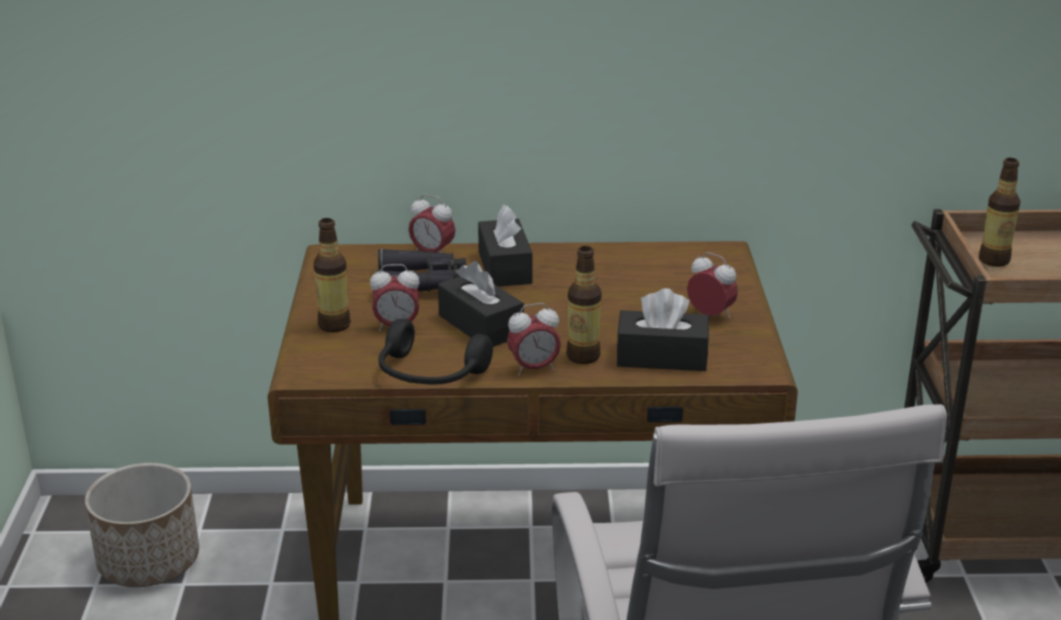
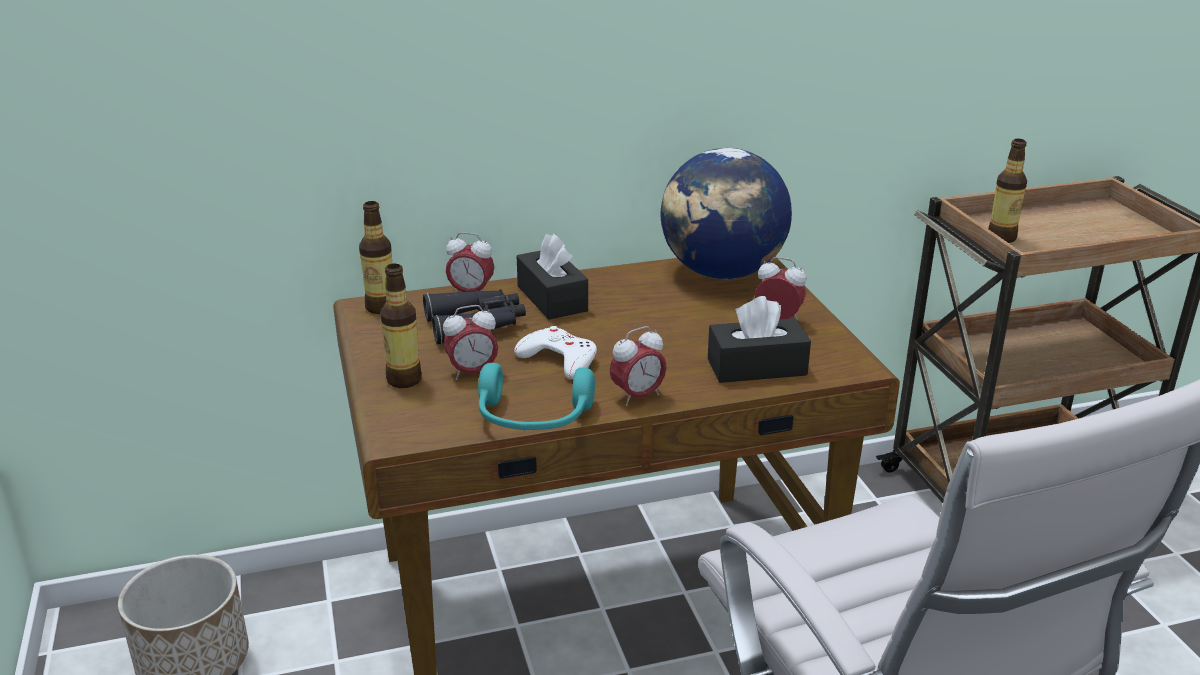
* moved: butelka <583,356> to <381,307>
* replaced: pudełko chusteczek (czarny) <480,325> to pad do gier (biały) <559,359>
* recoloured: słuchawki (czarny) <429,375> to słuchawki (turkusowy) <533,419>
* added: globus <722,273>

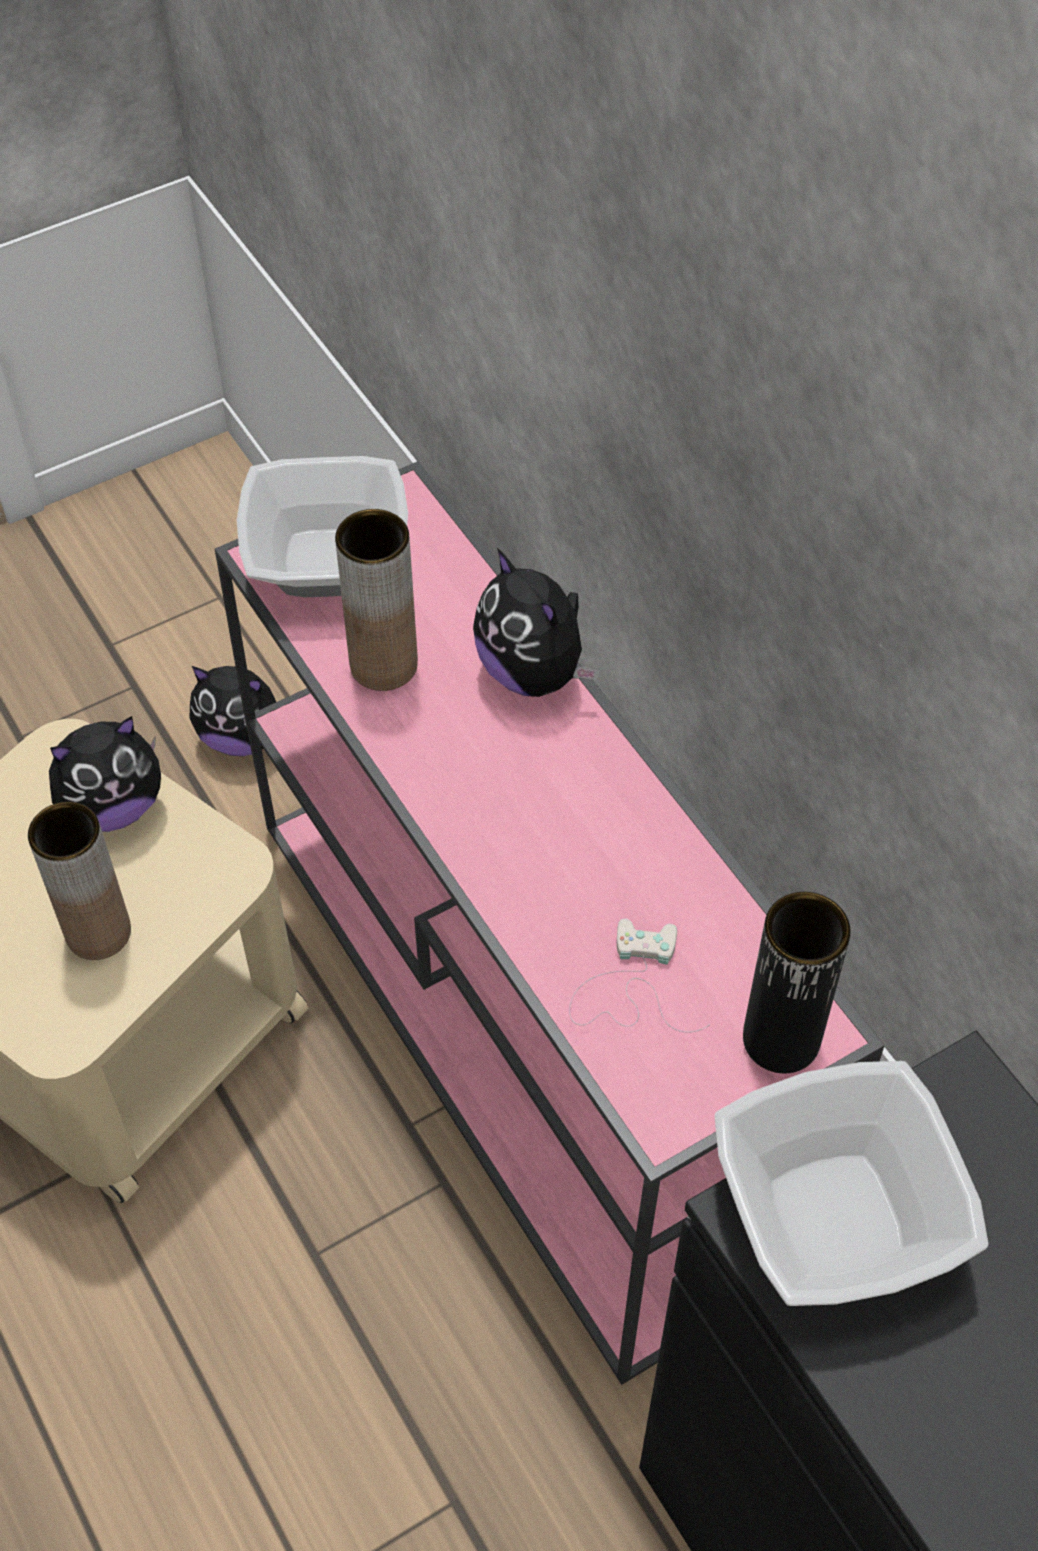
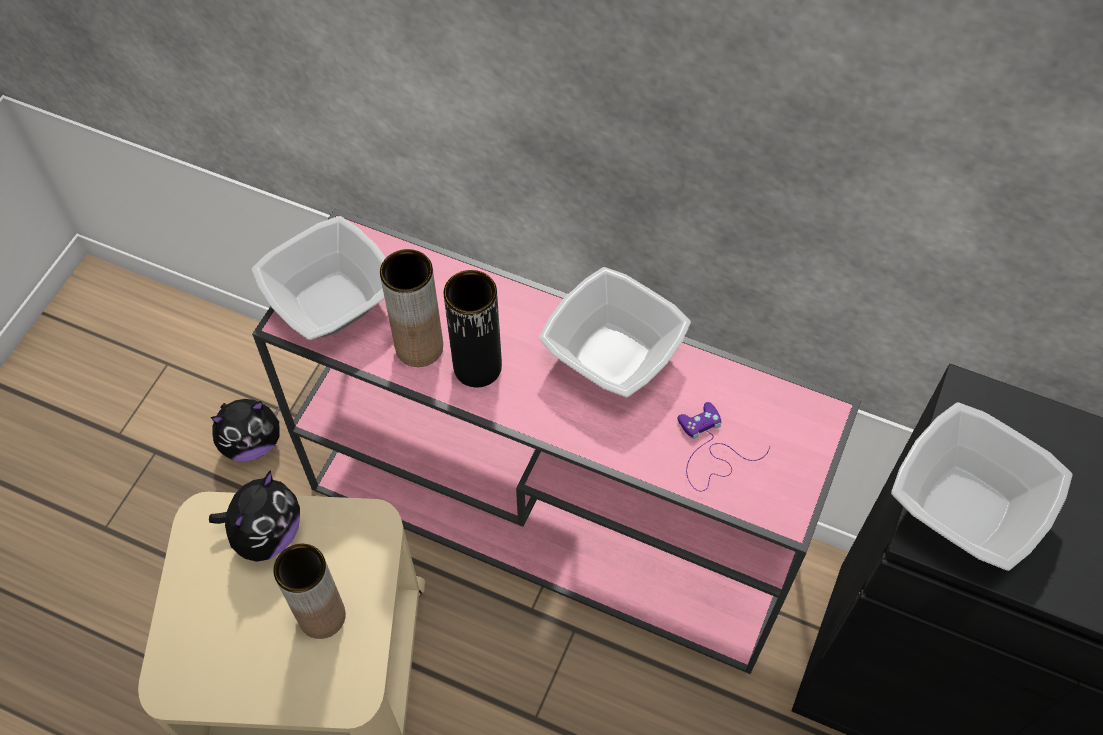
* removed: pluszak <534,672>
* moved: wazon (czarny) <781,1039> to <477,367>
* recoloured: pad do gier (biały) <631,986> to pad do gier (fioletowy) <711,451>
* added: miska <613,353>

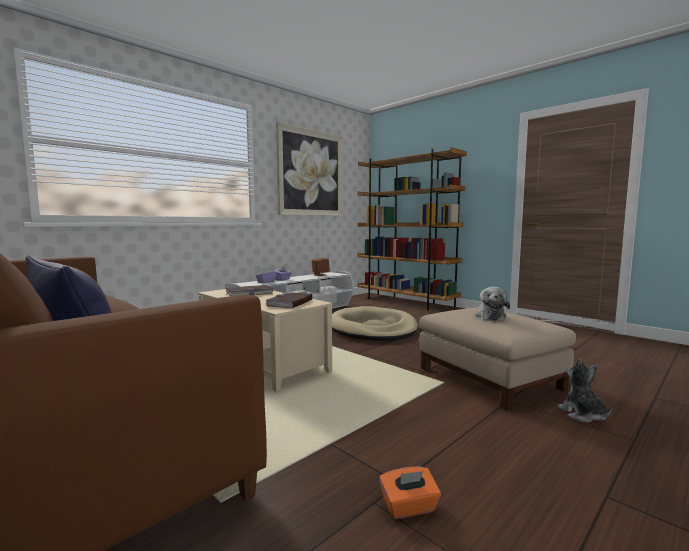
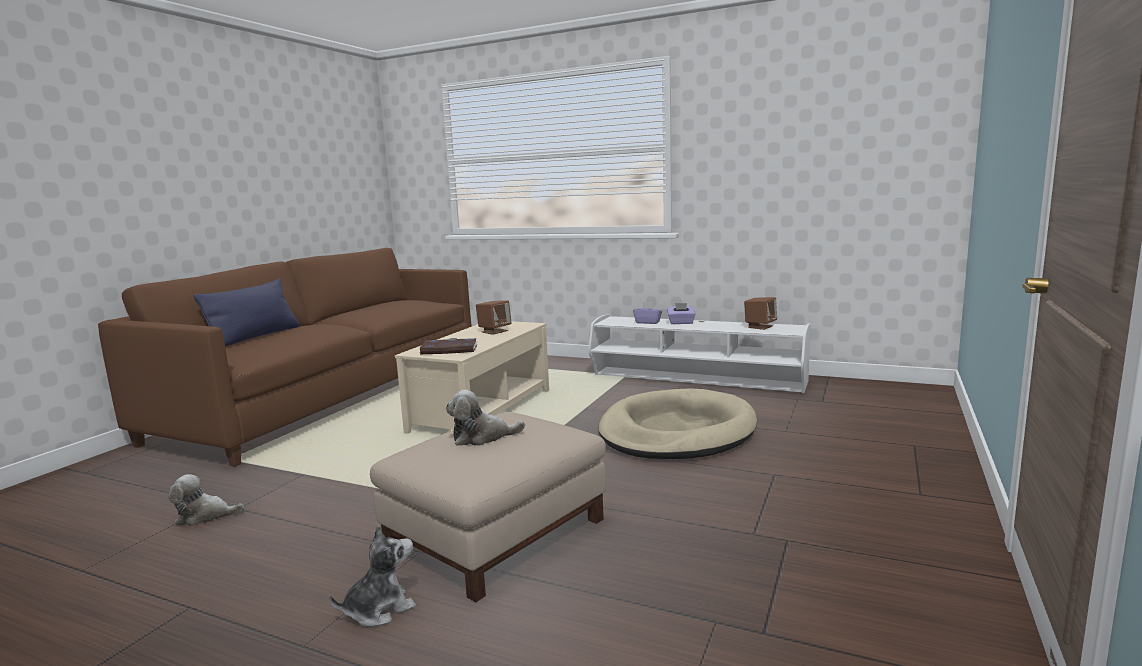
* removed: obraz <311,173>
* removed: regał (brązowy) <405,302>
* replaced: książka <249,293> to głośnik (brązowy) <494,331>
* replaced: pudełko chusteczek (pomarańczowy) <409,507> to pluszak <204,516>

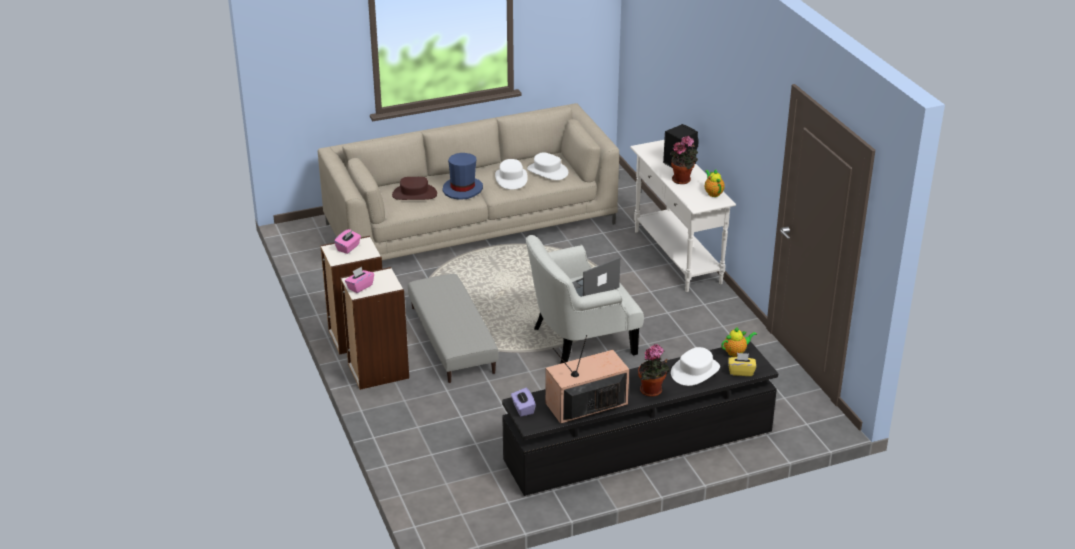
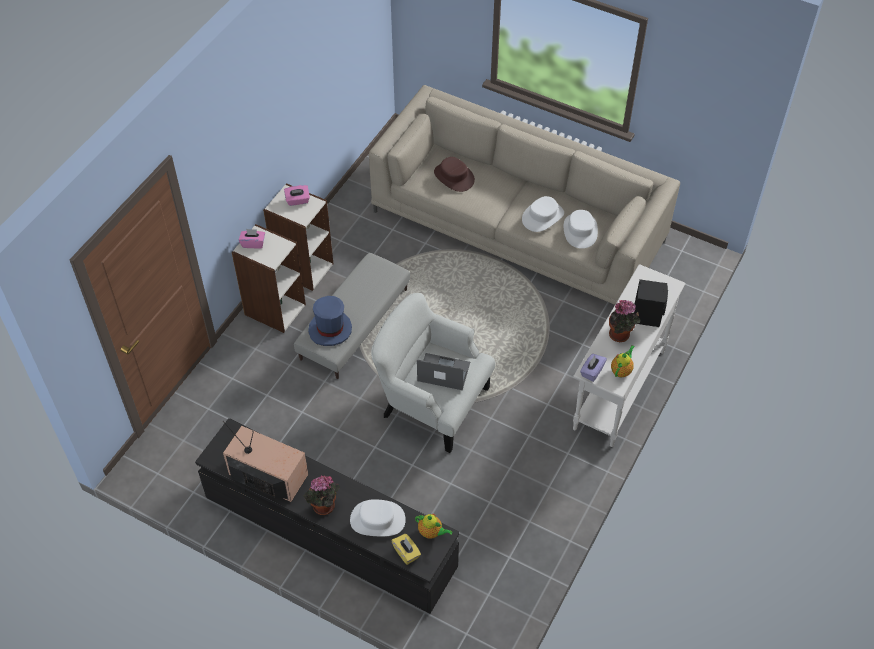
* moved: kapelusz (niebieski) <463,189> to <330,329>
* moved: pudełko chusteczek (fioletowy) <523,409> to <592,371>

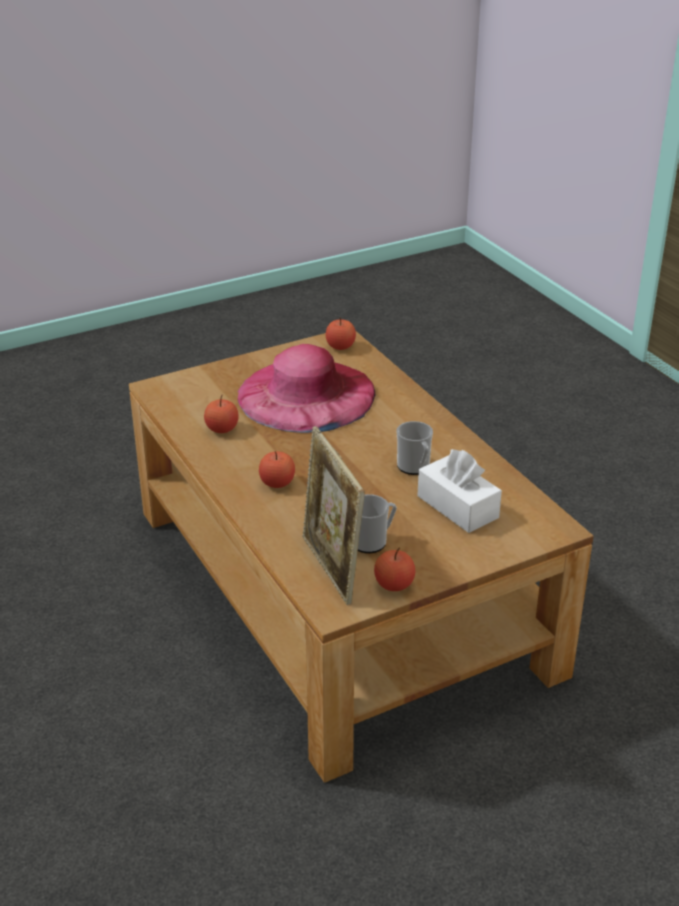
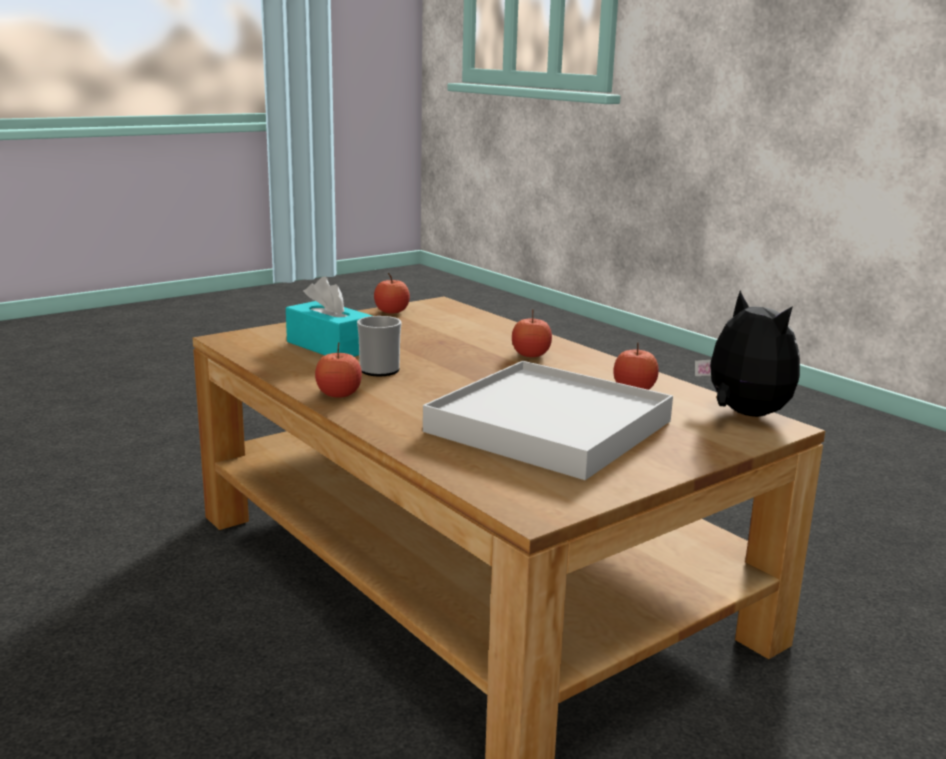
* moved: jabłko <340,346> to <339,394>
* replaced: kapelusz (różowy) <306,394> to taca (biały) <548,426>
* removed: ramka na zdjęcie <331,569>
* recoloured: pudełko chusteczek (biały) <457,507> to pudełko chusteczek (turkusowy) <329,346>
* removed: kubek <372,541>
* added: pluszak <743,414>

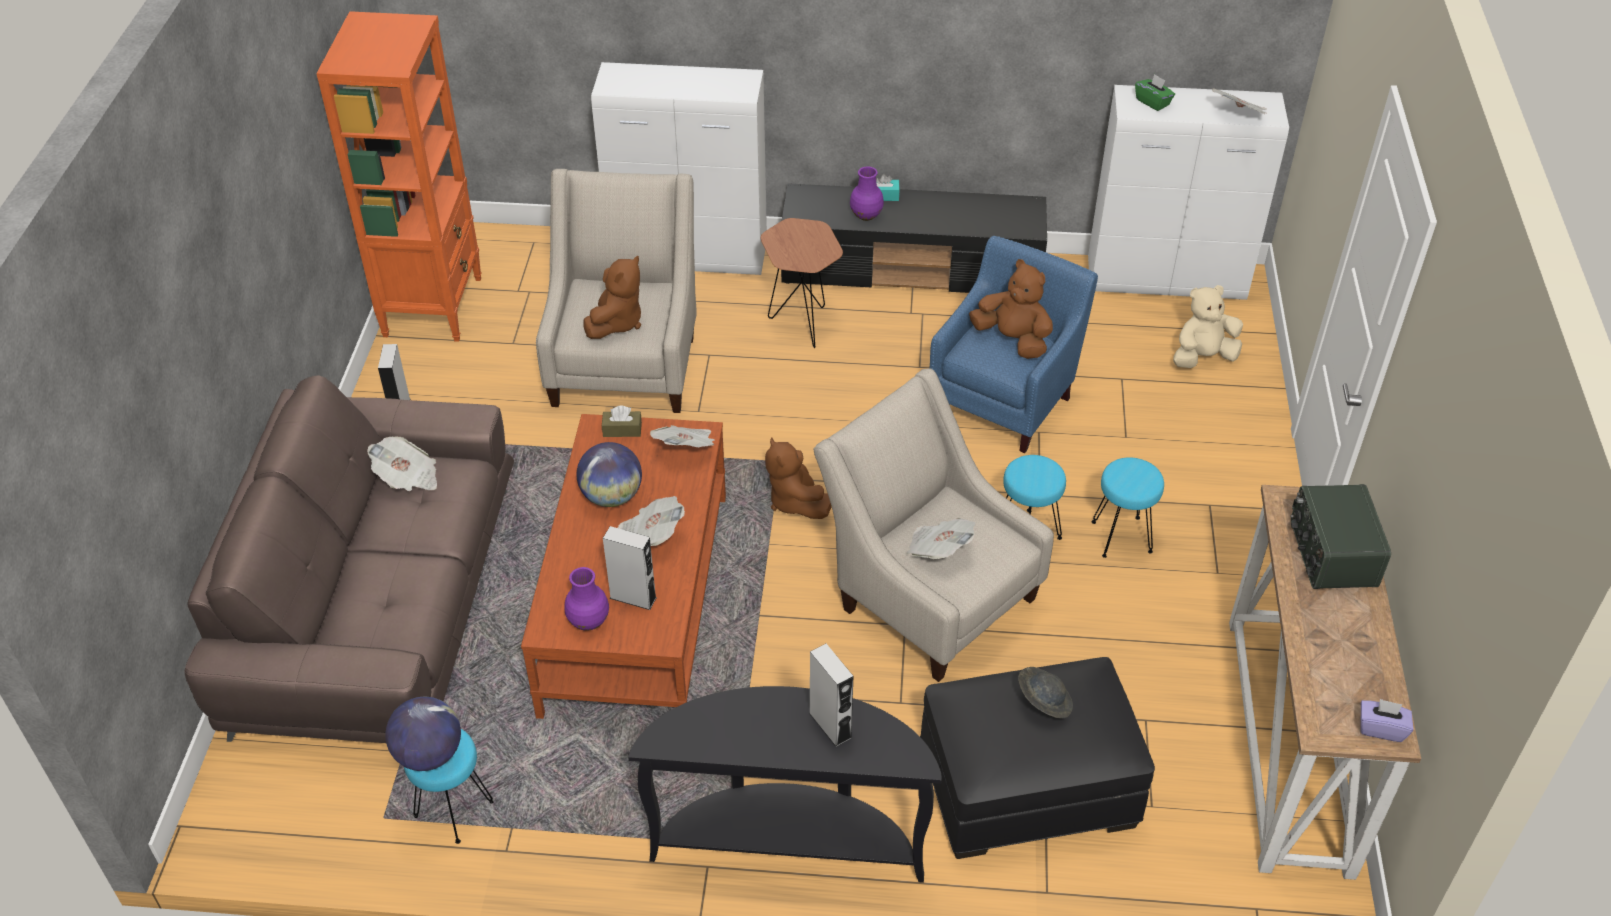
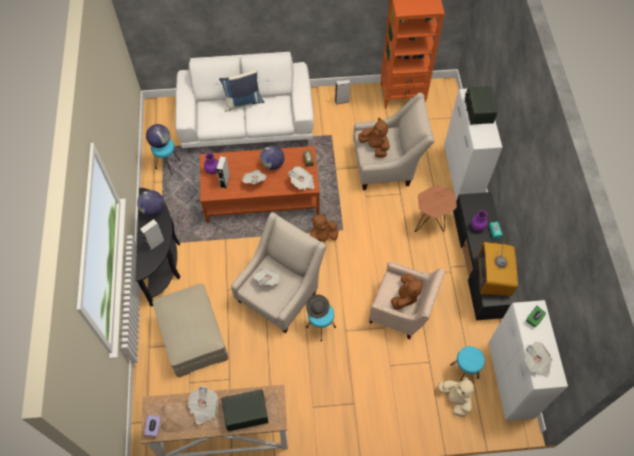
* recoloured: fotel (niebieski) <1005,399> to fotel (beżowy) <401,312>
* turned: pluszak (brązowy) <617,322> = <375,147> 150 degrees counterclockwise
* recoloured: kanapa (brązowy) <377,607> to kanapa (biały) <247,121>
* moved: gazeta <408,478> to <204,408>
* moved: stołek (turkusowy) <1121,538> to <464,371>
* recoloured: pufa (czarny) <1025,787> to pufa (beżowy) <193,336>
* moved: kapelusz (szary) <1043,701> to <318,308>
* added: poduszka (niebieski) <243,102>
* added: radio <478,111>
* added: globus <153,210>
* added: telewizor <493,277>

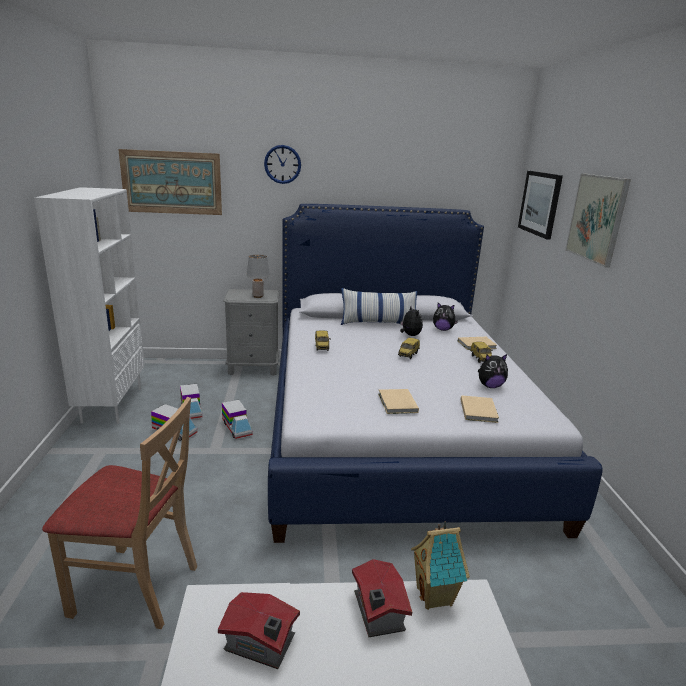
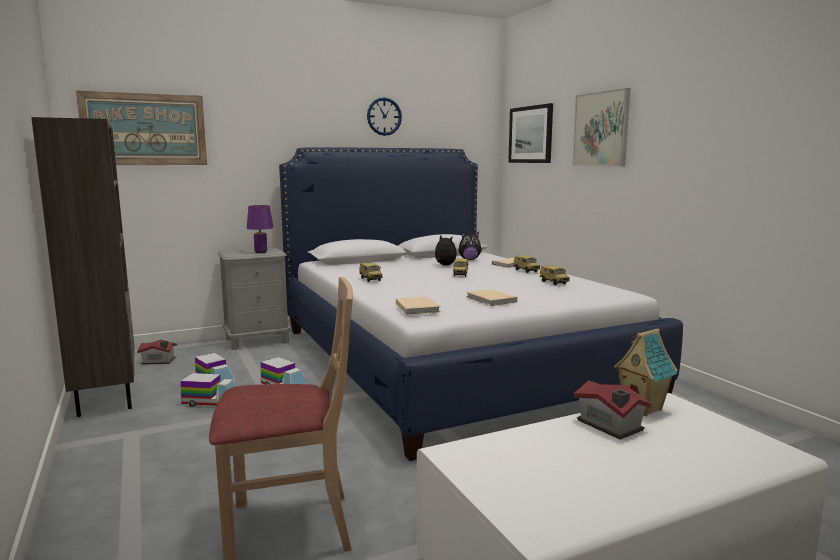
* moved: zegar ścienny <282,164> to <384,116>
* recoloured: regał (biały) <111,404> to regał (brązowy) <105,395>
* recoloured: lampa stołowa (szary) <258,296> to lampa stołowa (fioletowy) <261,252>
* removed: poduszka <378,323>
* replaced: pluszak <490,386> to samochodzik <554,283>
* moved: książka (beżowy) <479,410> to <417,307>
* moved: domek <260,645> to <159,361>

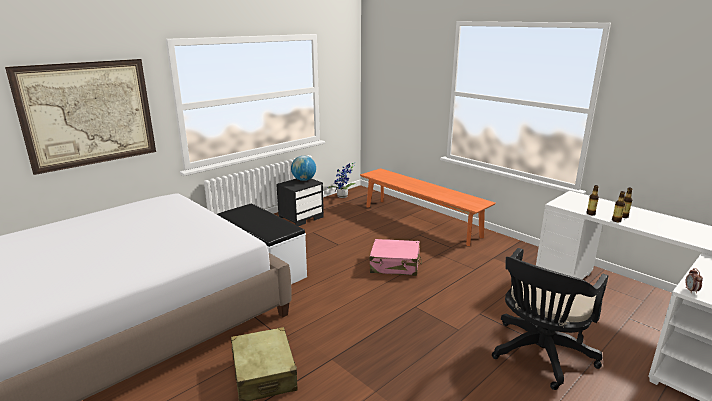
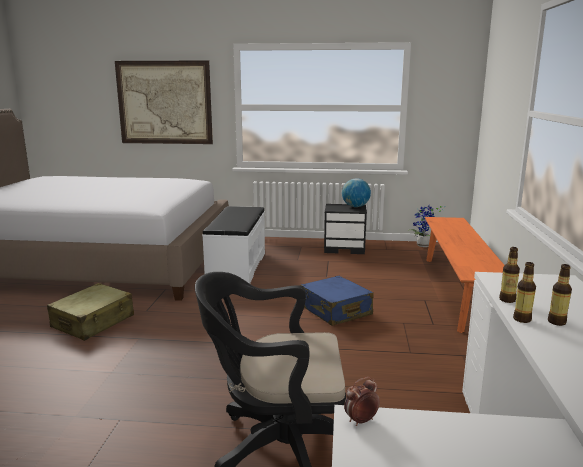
* recoloured: walizka (różowy) <395,265> to walizka (niebieski) <335,311>

